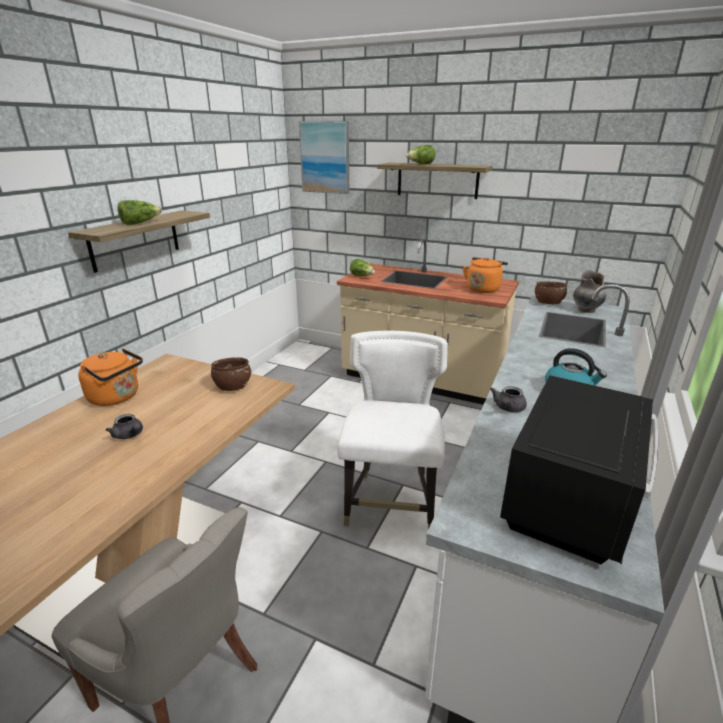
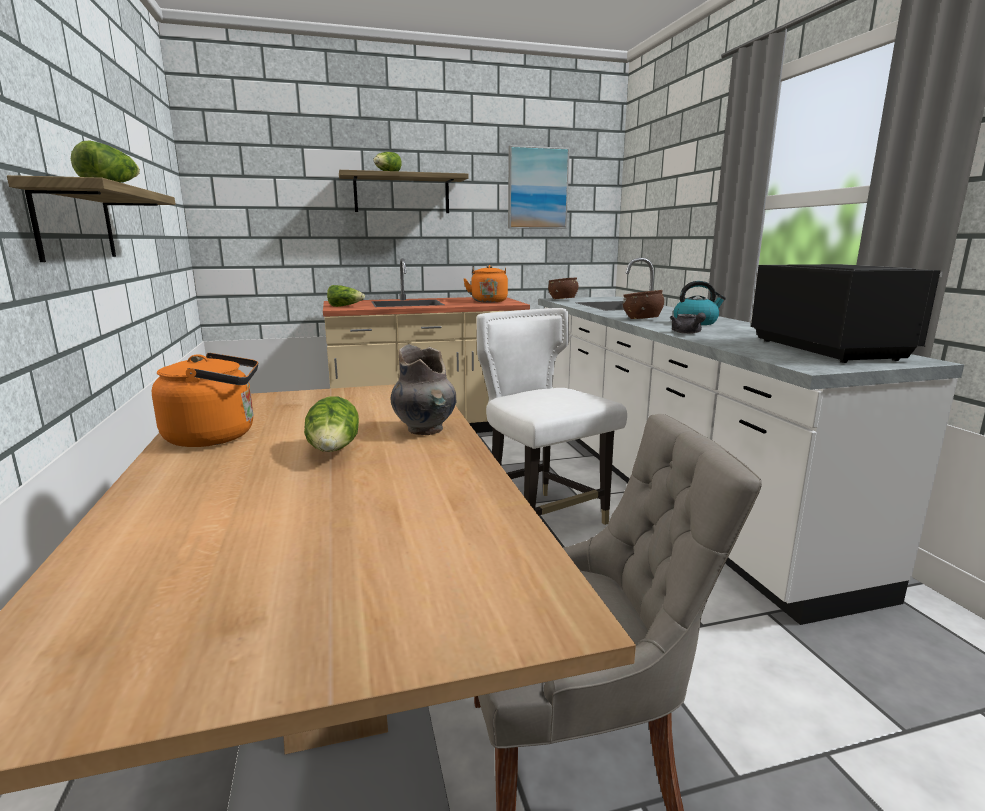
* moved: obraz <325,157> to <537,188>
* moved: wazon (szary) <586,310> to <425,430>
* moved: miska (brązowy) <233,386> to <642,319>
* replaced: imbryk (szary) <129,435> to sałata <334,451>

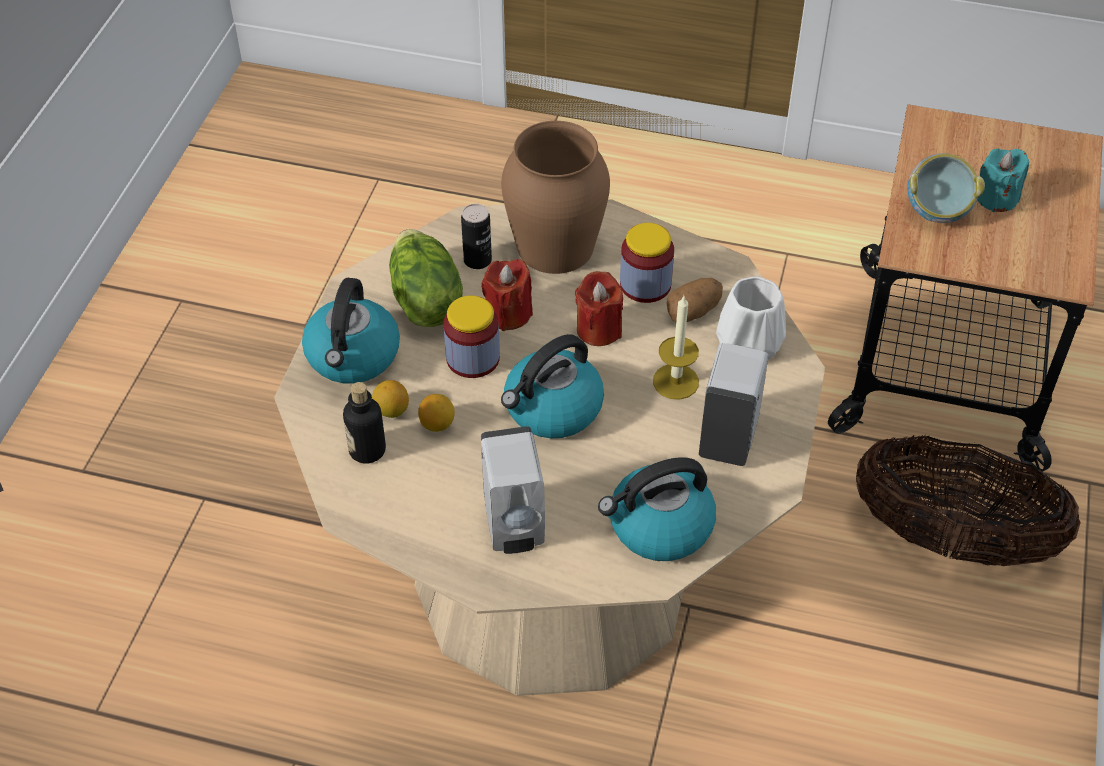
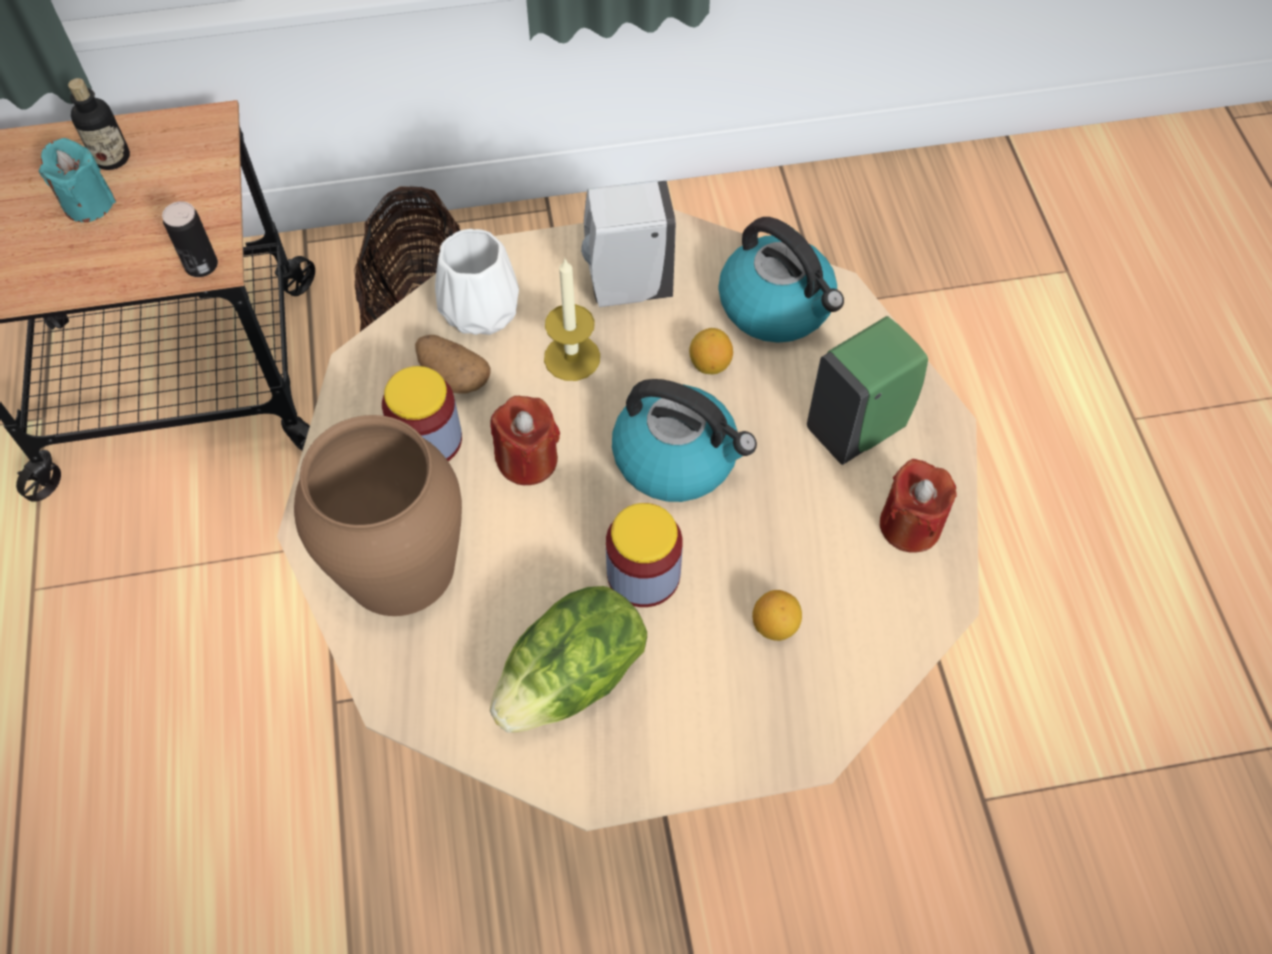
* removed: miska <936,213>
* moved: puszka <477,260> to <201,265>
* moved: świeca (czerwony) <508,314> to <910,525>
* removed: czajnik <353,357>
* moved: butelka <367,450> to <112,158>
* moved: cytryna <437,424> to <709,364>
* recoloured: dozownik mydła (biały) <514,528> to dozownik mydła (zielony) <859,428>

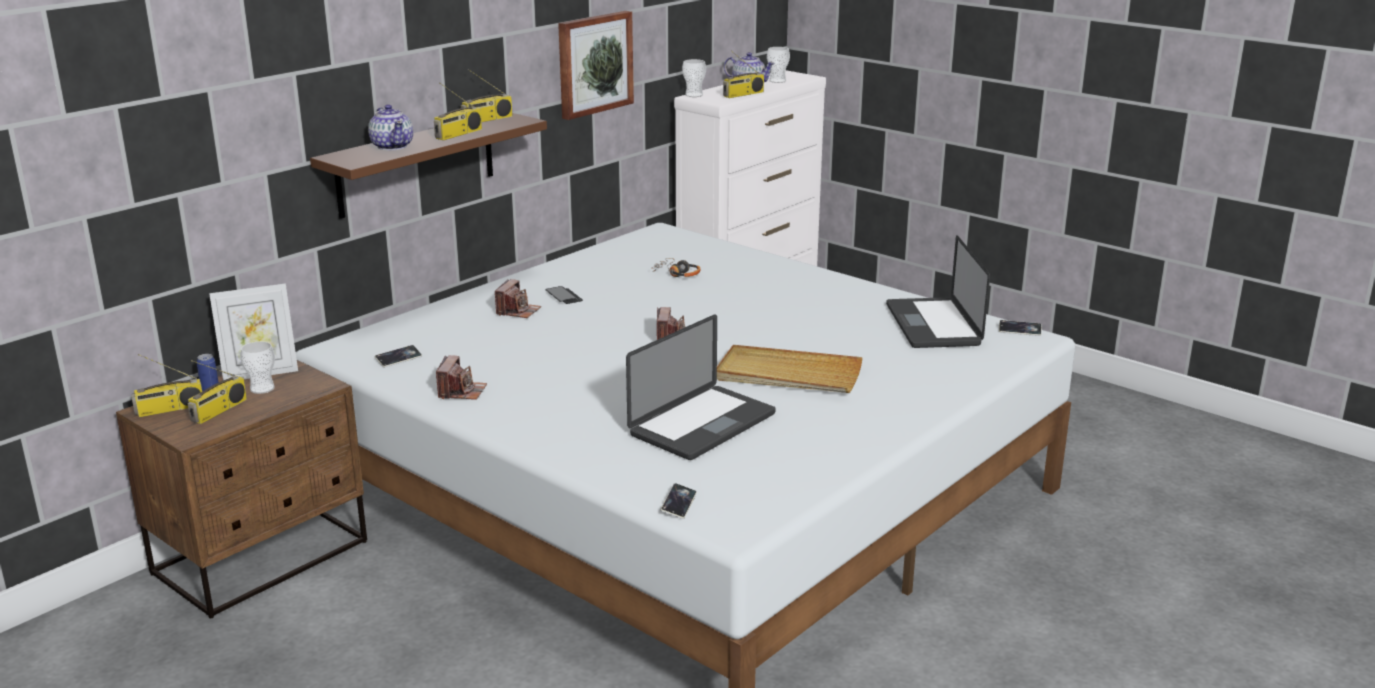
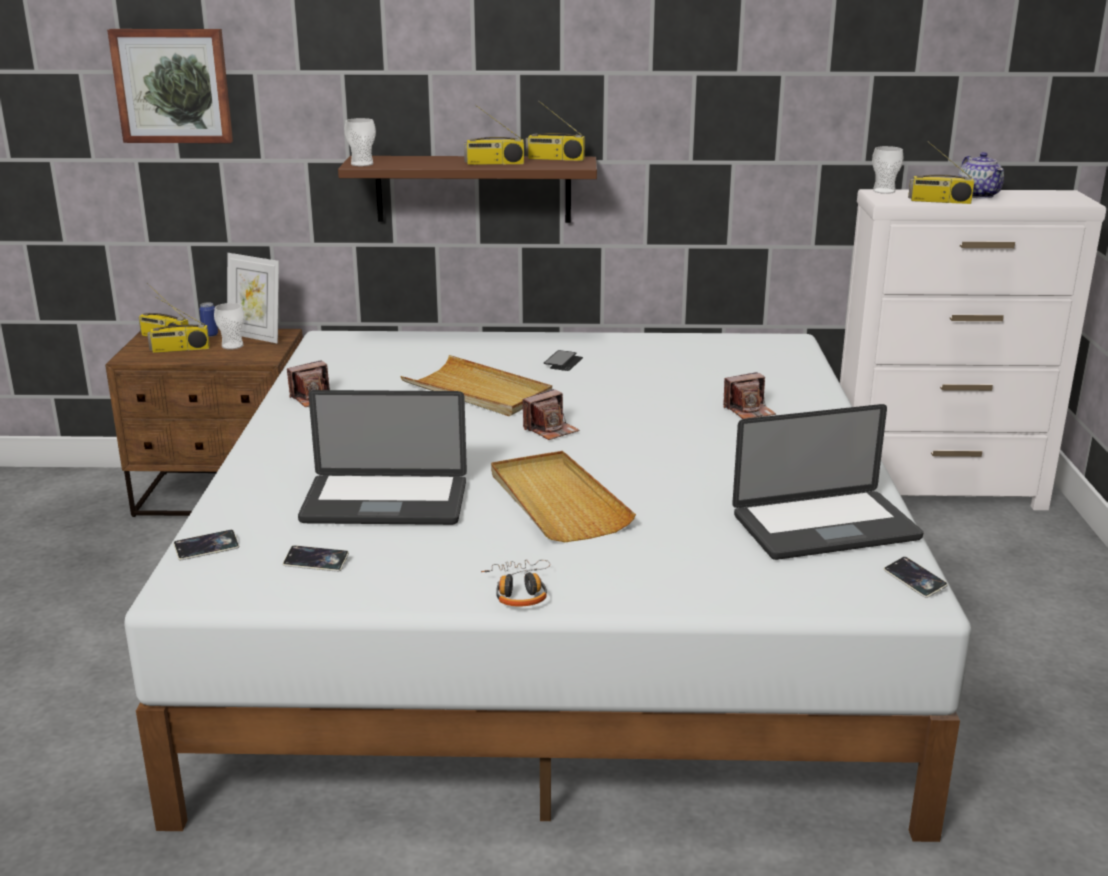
* moved: obraz <594,64> to <173,86>
* moved: filiżanka <777,81> to <362,164>
* removed: imbryk <392,146>
* turned: laptop <933,325> = <825,528> 150 degrees counterclockwise
* moved: słuchawki <676,274> to <519,591>
* moved: aparat fotograficzny <518,311> to <749,411>
* moved: telefon <398,359> to <316,562>
* added: taca (beżowy) <478,391>

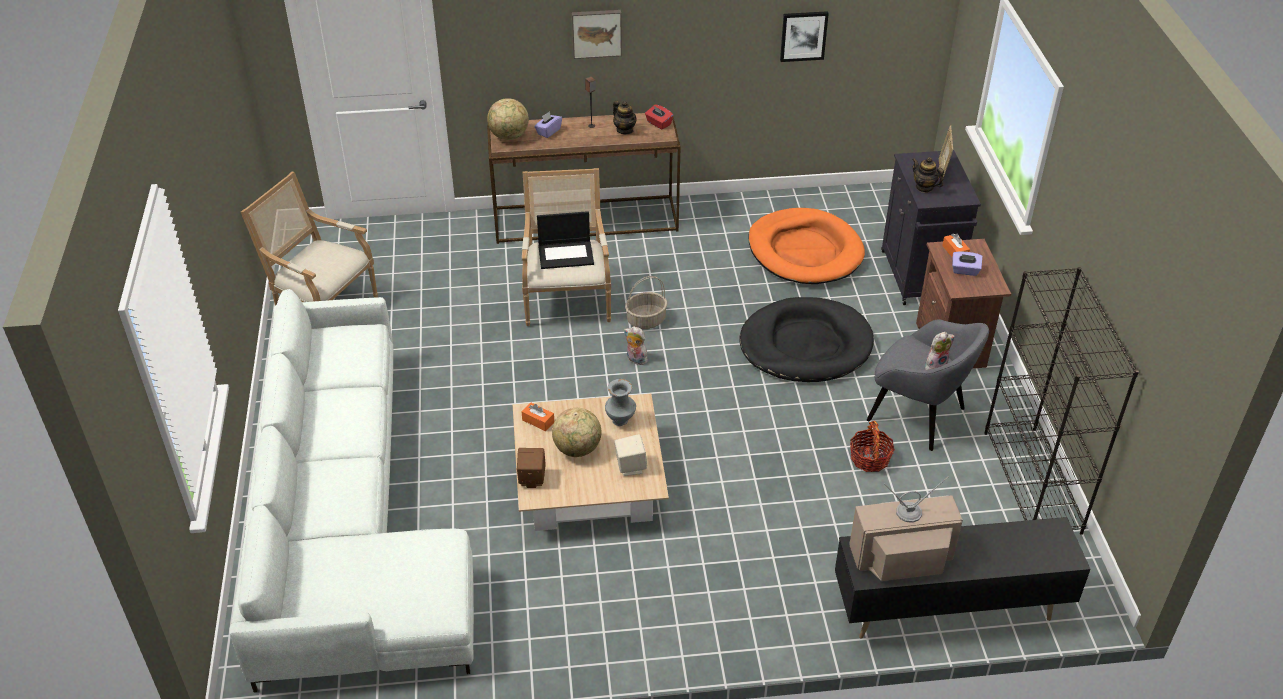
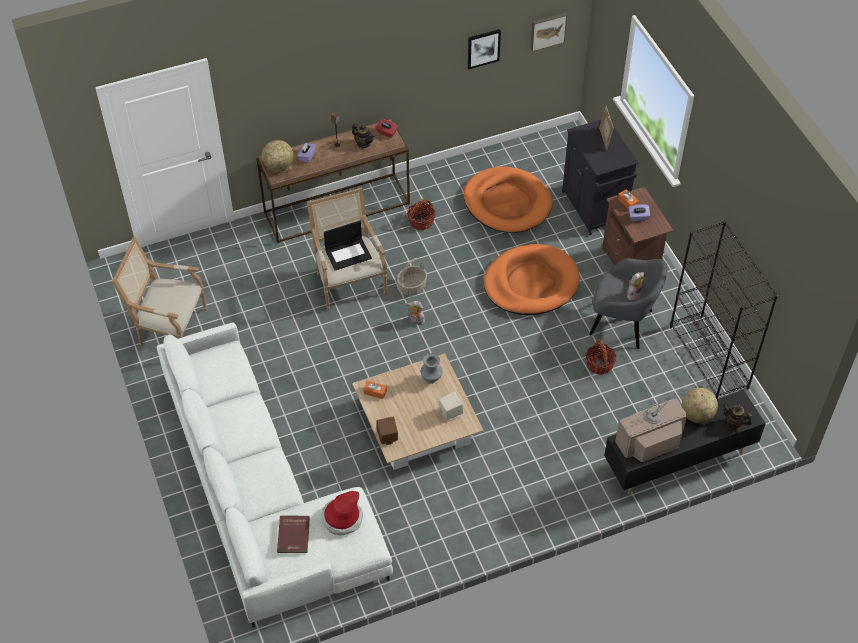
* moved: obraz <596,33> to <547,30>
* moved: imbryk <924,187> to <734,423>
* recoloured: legowisko (czarny) <805,345> to legowisko (pomarańczowy) <531,283>
* moved: globus <577,449> to <697,415>
* added: koszyk <421,221>
* added: kapelusz <342,518>
* added: książka (czerwony) <294,535>

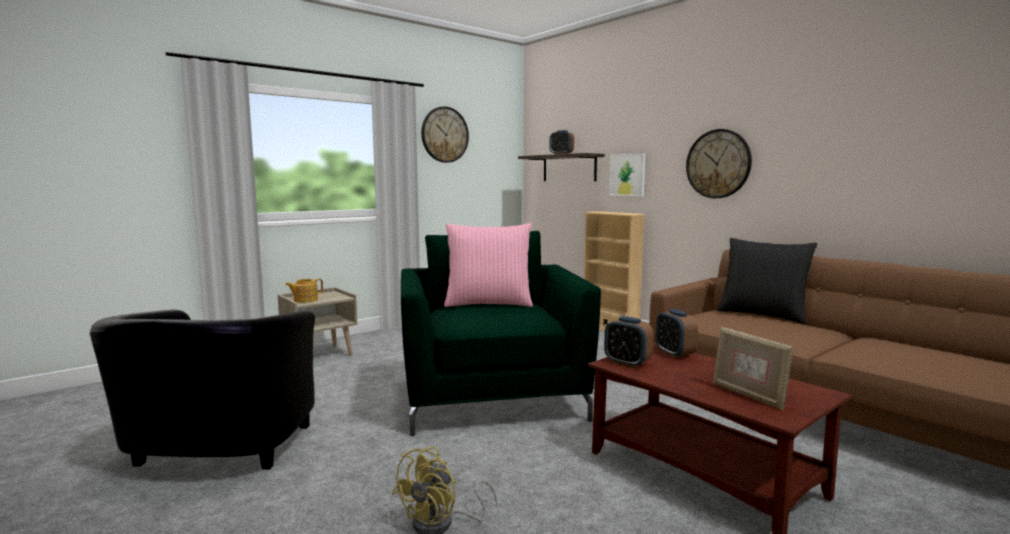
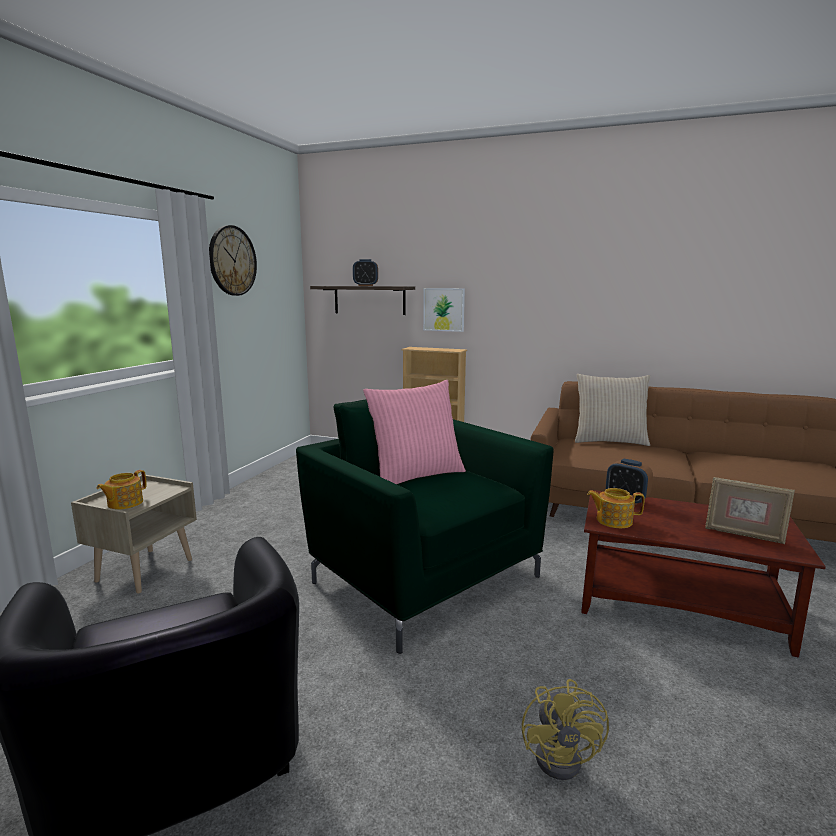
* removed: zegar ścienny <718,164>
* recoloured: poduszka (czarny) <762,314> to poduszka (beżowy) <609,441>
* replaced: budzik <627,363> to imbryk <613,520>

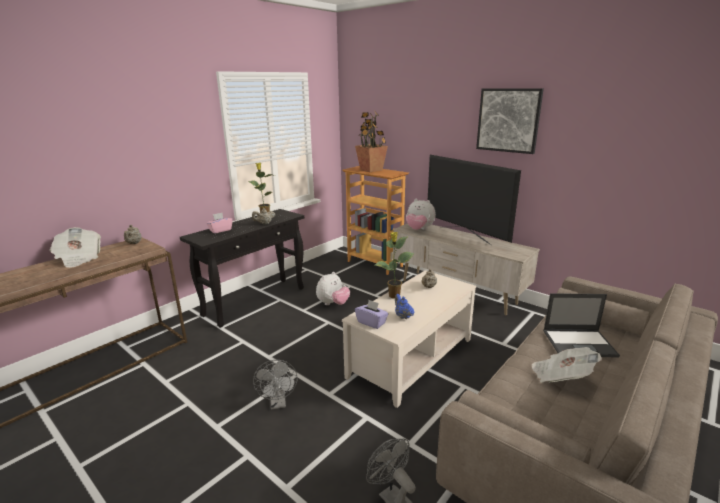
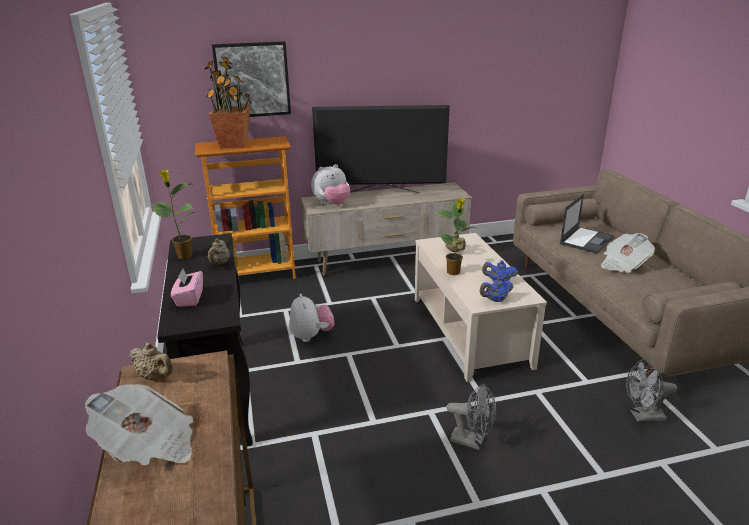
* moved: obraz <508,120> to <252,80>
* replaced: pudełko chusteczek (fioletowy) <371,322> to imbryk (niebieski) <495,300>

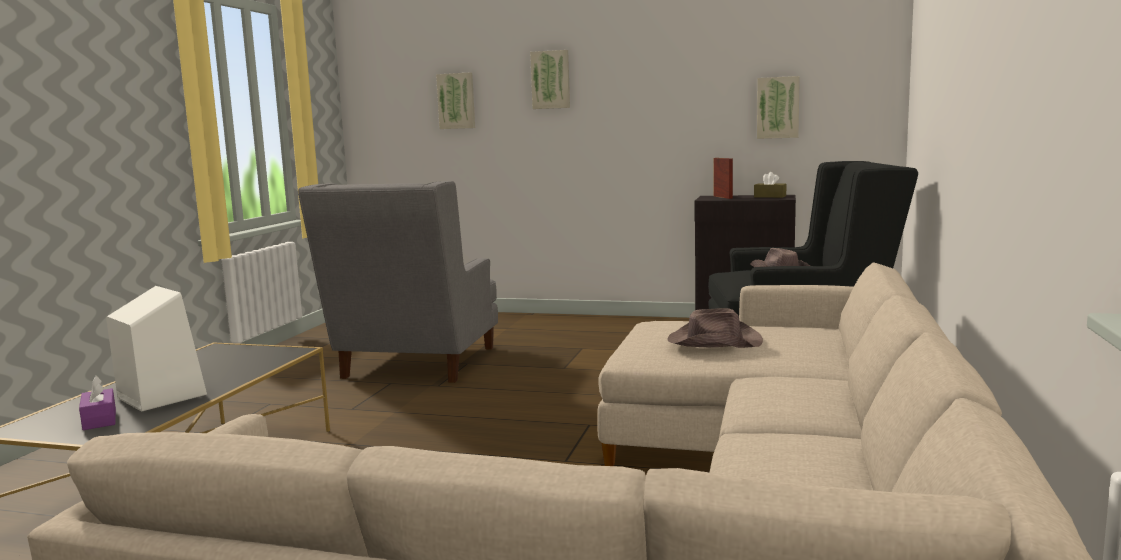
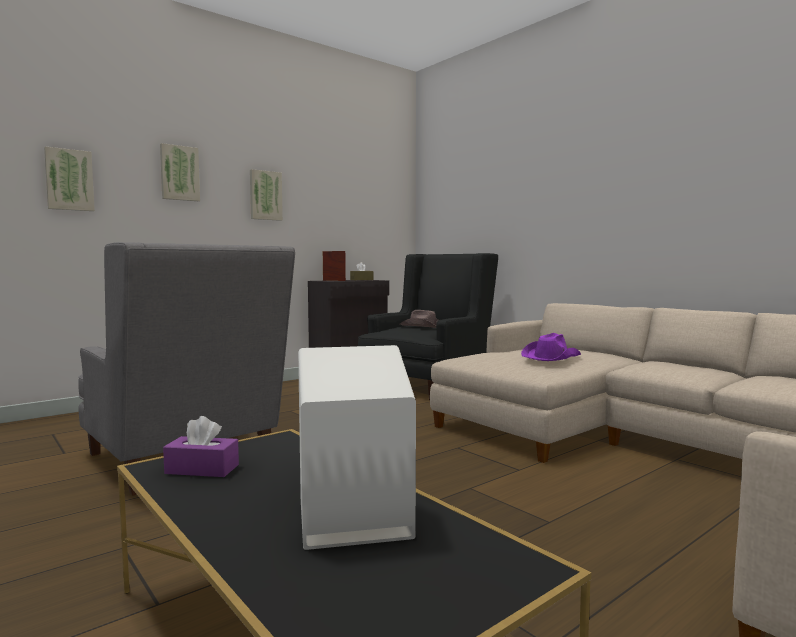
* moved: obraz <778,107> to <265,195>
* recoloured: kapelusz (brązowy) <713,341> to kapelusz (fioletowy) <550,357>
* moved: pudełko chusteczek (fioletowy) <99,419> to <202,469>

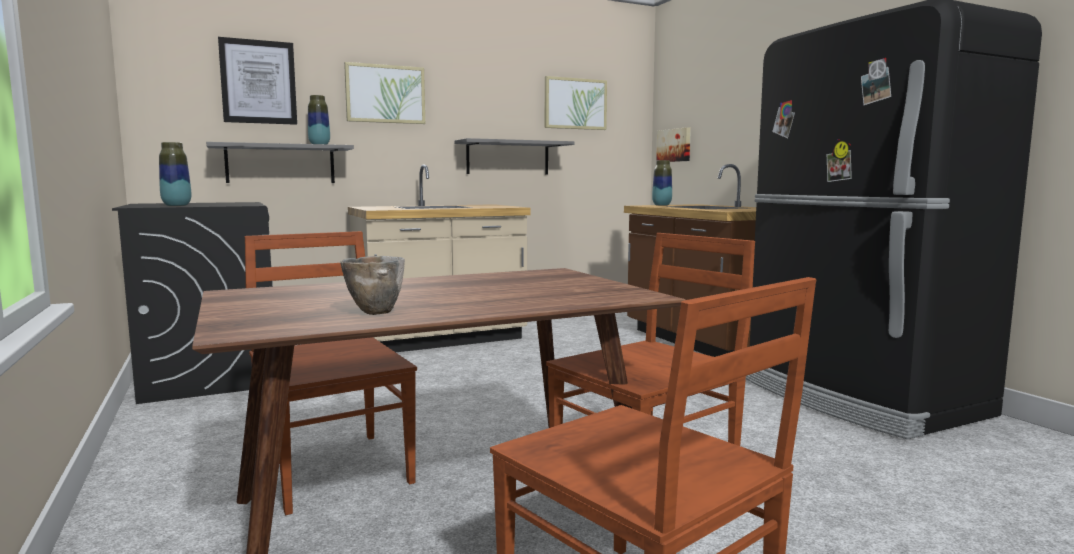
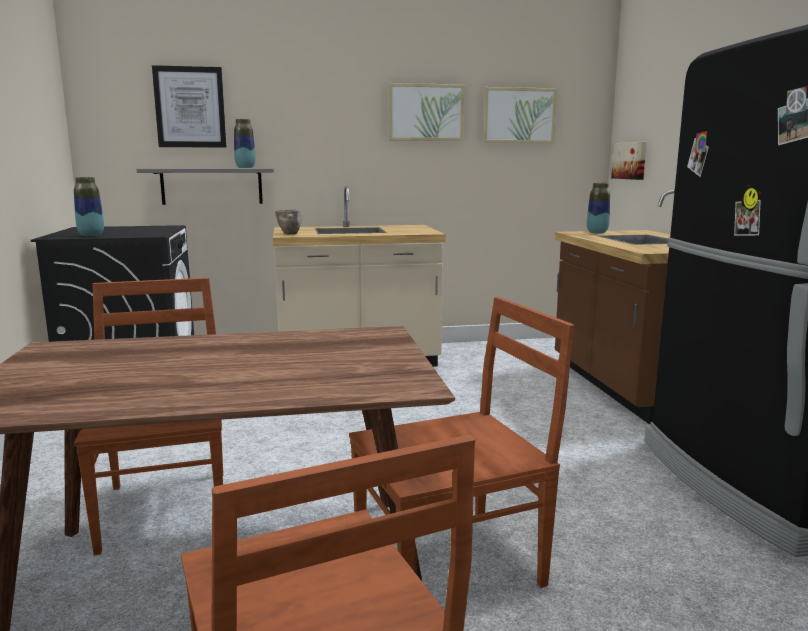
* moved: obraz <385,94> to <425,112>
* removed: półka (szary) <508,158>
* moved: miska <375,312> to <290,233>

